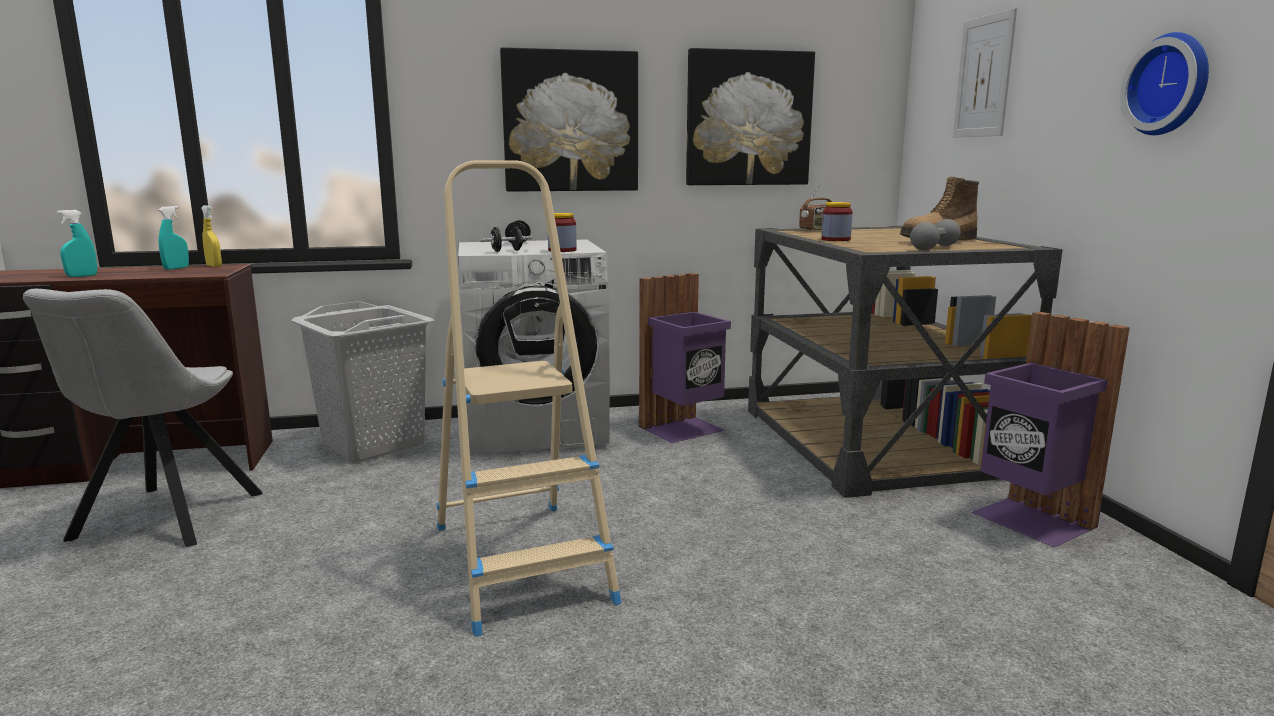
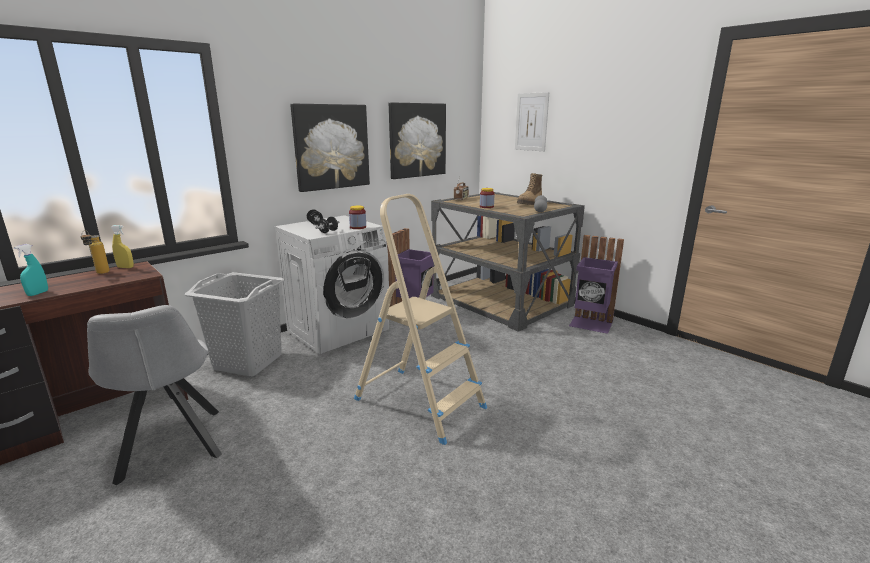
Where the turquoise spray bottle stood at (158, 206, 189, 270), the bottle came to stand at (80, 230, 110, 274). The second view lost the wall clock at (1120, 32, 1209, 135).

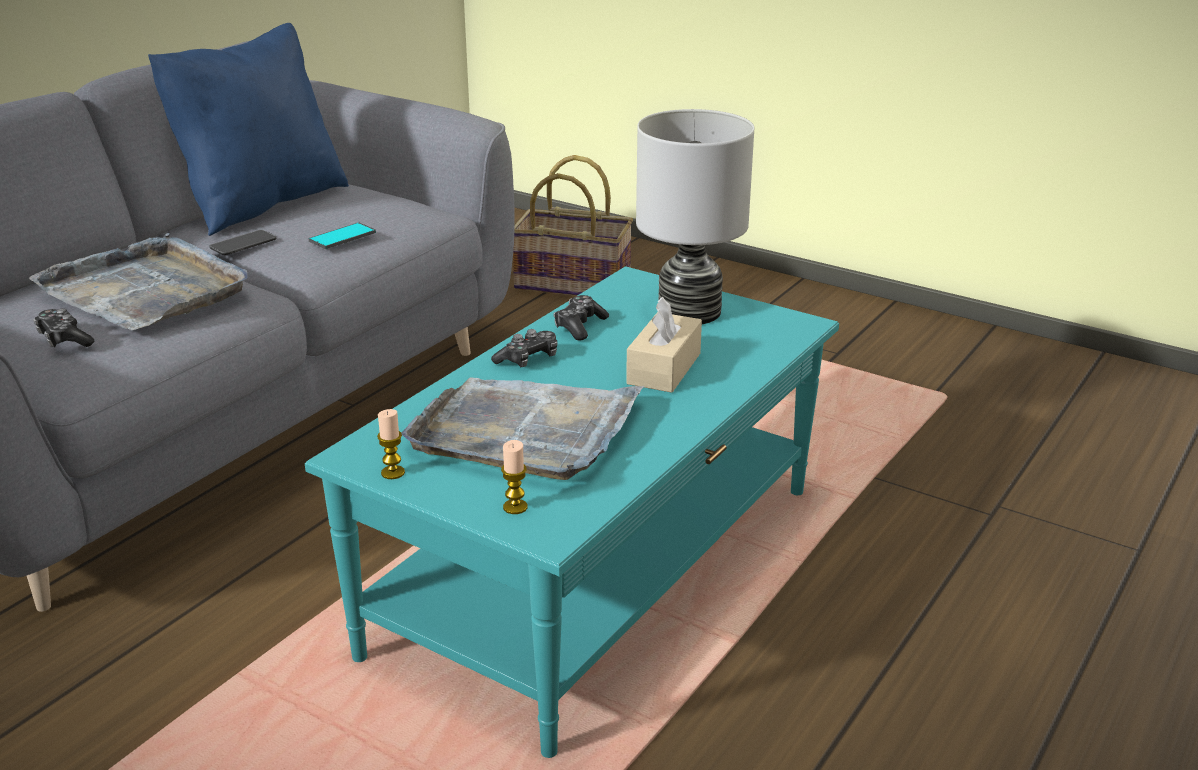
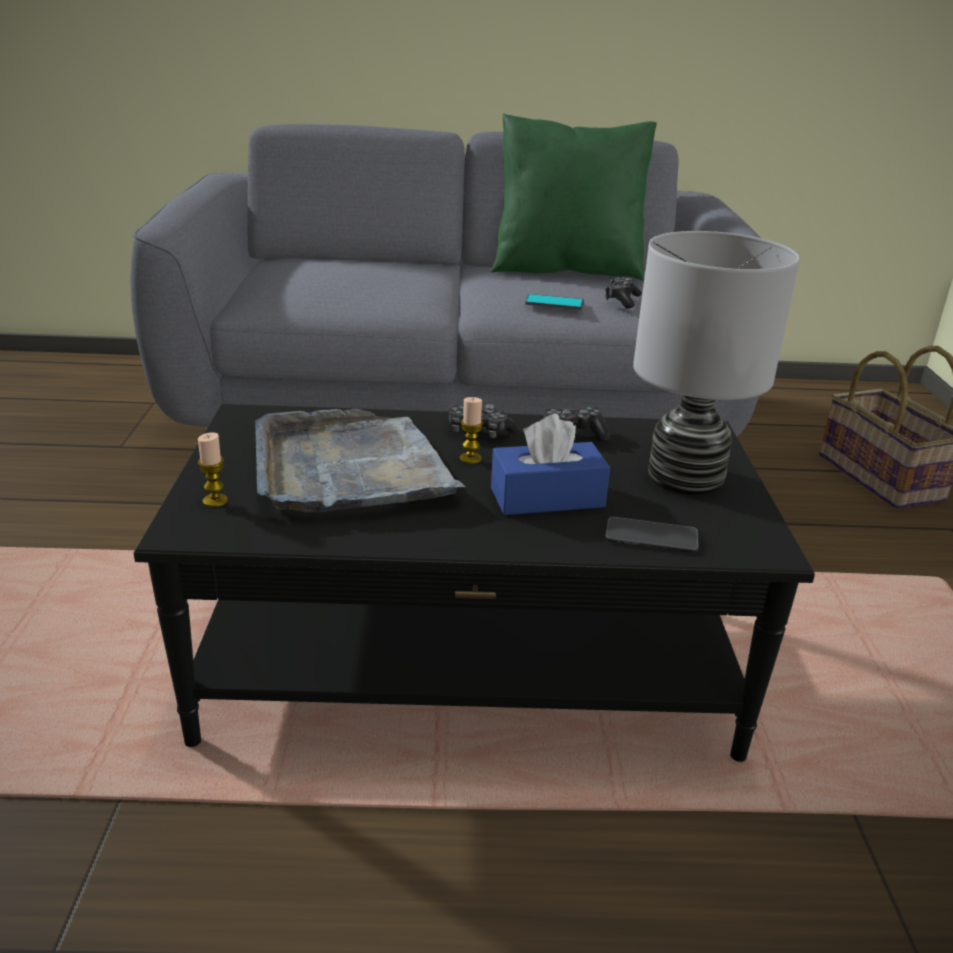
What was the turquoise coffee table at (305, 266, 839, 758) turned into the black coffee table at (134, 404, 815, 762). The candle ended up elsewhere, having gone from (377, 409, 405, 479) to (460, 397, 483, 464). What was the blue pillow at (148, 23, 349, 236) turned into the green pillow at (491, 113, 657, 281). What was the beige tissue box at (626, 297, 702, 393) turned into the blue tissue box at (491, 414, 610, 515). The game controller ended up elsewhere, having gone from (33, 308, 95, 348) to (605, 277, 642, 308). The phone ended up elsewhere, having gone from (209, 230, 276, 255) to (605, 517, 699, 553). The second view lost the grey tray at (29, 233, 247, 330).

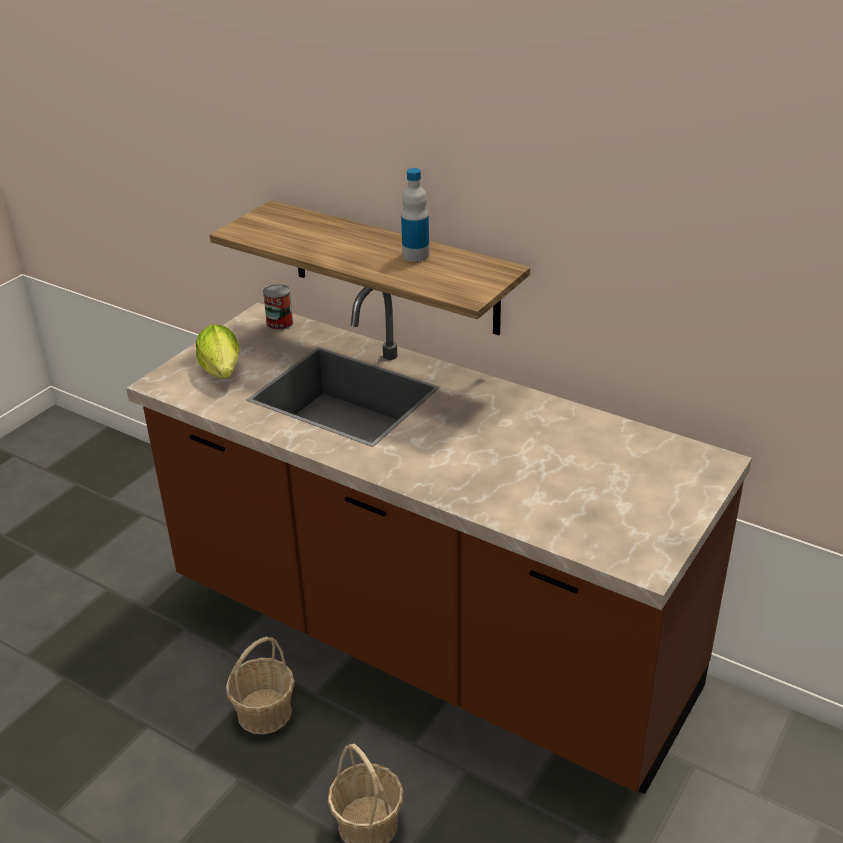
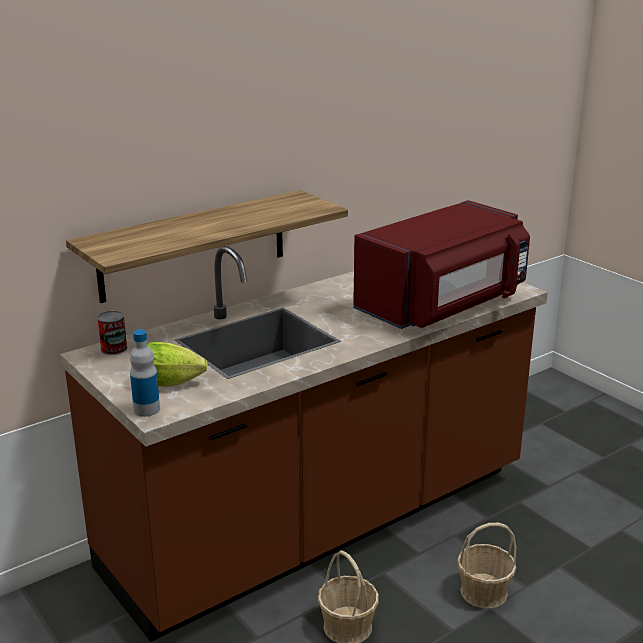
The bottle ended up elsewhere, having gone from (401, 168, 429, 262) to (130, 329, 160, 417). The second view gained the red microwave at (353, 200, 530, 329).

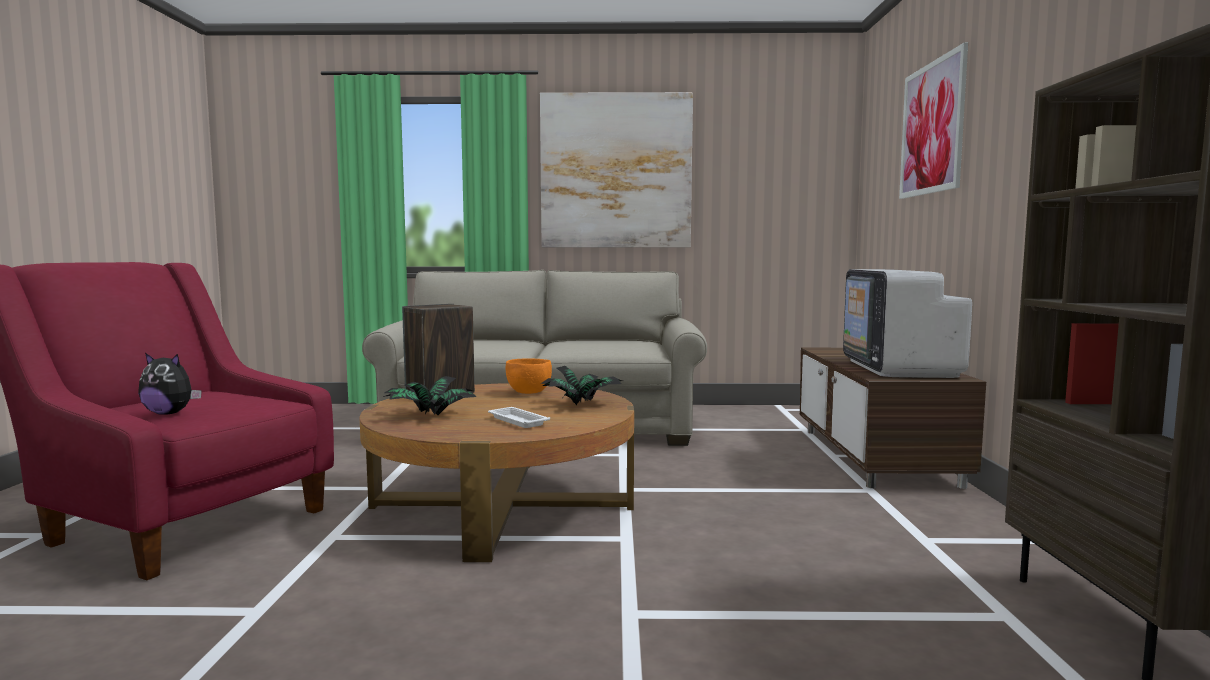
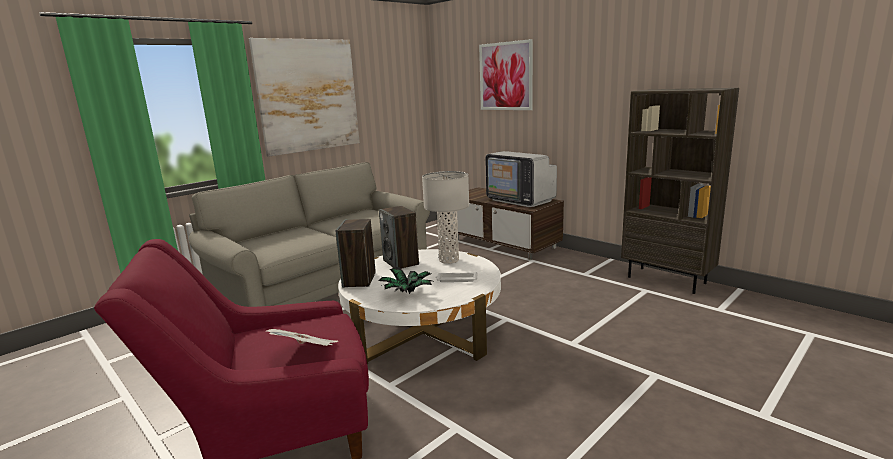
Where the plush toy stood at (138, 353, 202, 415), the newspaper came to stand at (266, 329, 338, 346). What was the brown coffee table at (360, 383, 634, 562) turned into the white coffee table at (338, 249, 501, 364). Where the orange bowl stood at (506, 358, 552, 394), the speaker came to stand at (379, 206, 419, 269). Where the potted plant stood at (540, 366, 623, 405), the white table lamp came to stand at (422, 171, 469, 264).

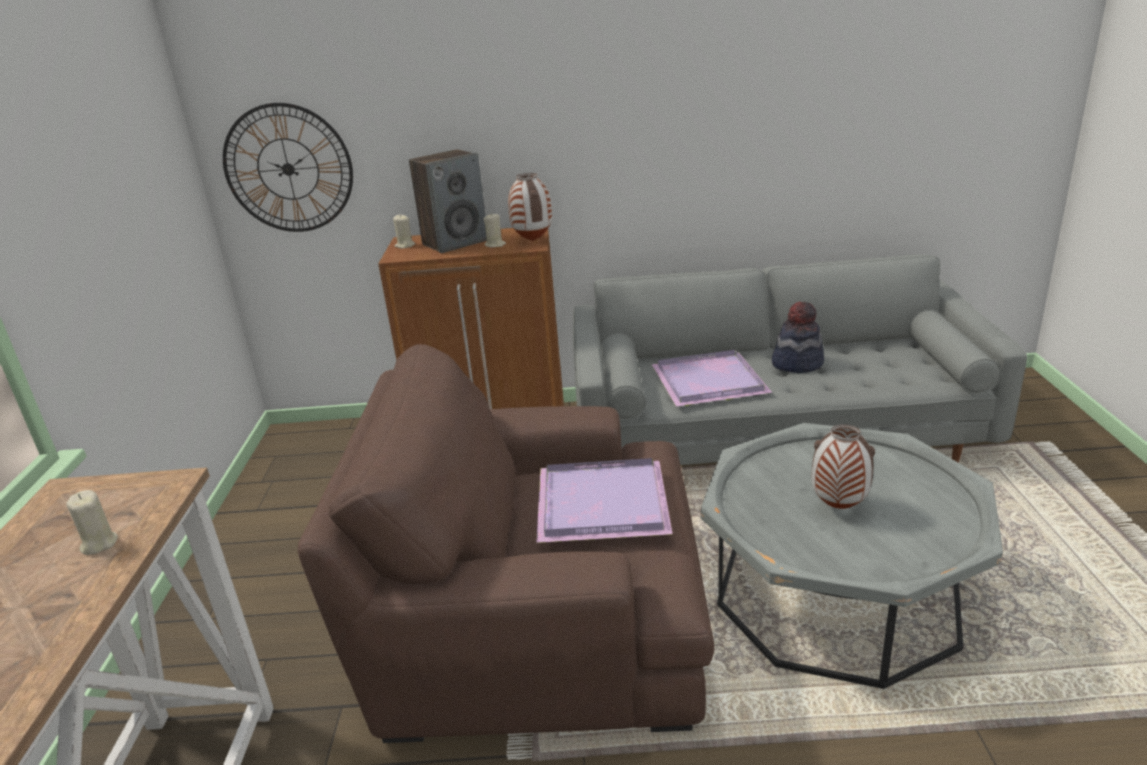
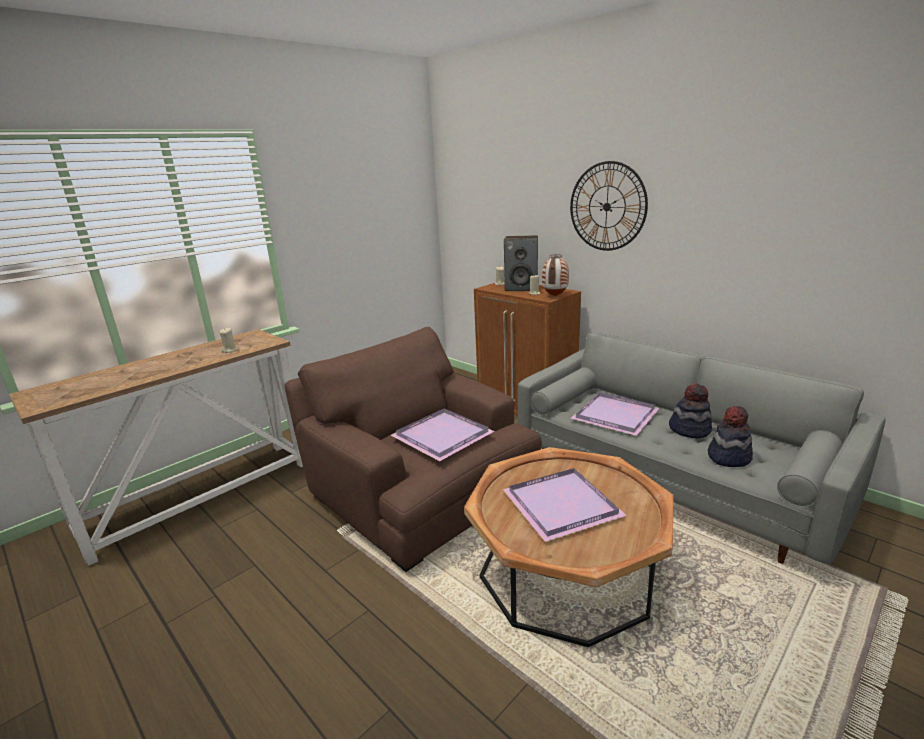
What was the grey coffee table at (701, 423, 1003, 689) turned into the brown coffee table at (464, 447, 673, 647). Where the vase stood at (812, 424, 875, 509), the purple tray came to stand at (503, 468, 627, 542). The wall clock ended up elsewhere, having gone from (223, 103, 353, 232) to (570, 161, 648, 251). The second view gained the hat at (708, 406, 753, 467).

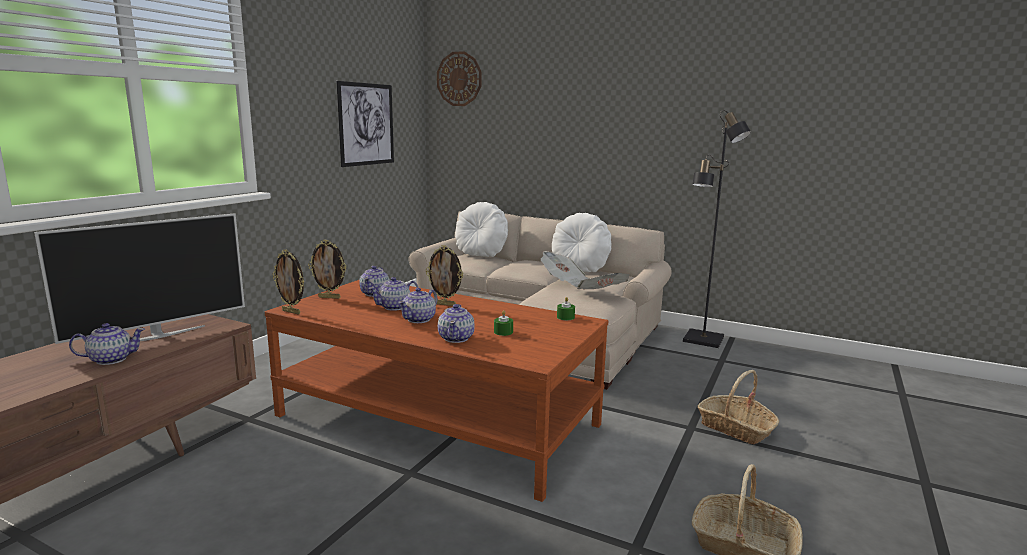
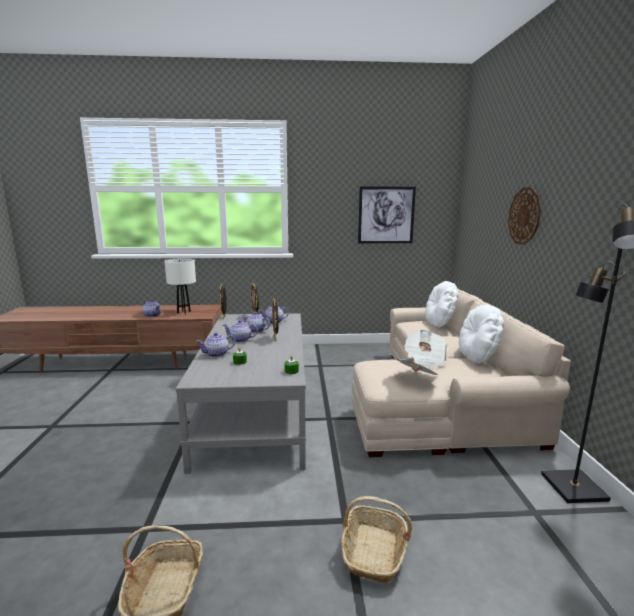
Where the television stood at (34, 213, 245, 344), the white table lamp came to stand at (164, 258, 196, 314). What was the brown coffee table at (265, 280, 608, 502) turned into the grey coffee table at (176, 313, 306, 474). The wall clock ended up elsewhere, having gone from (437, 51, 481, 106) to (508, 187, 541, 245).

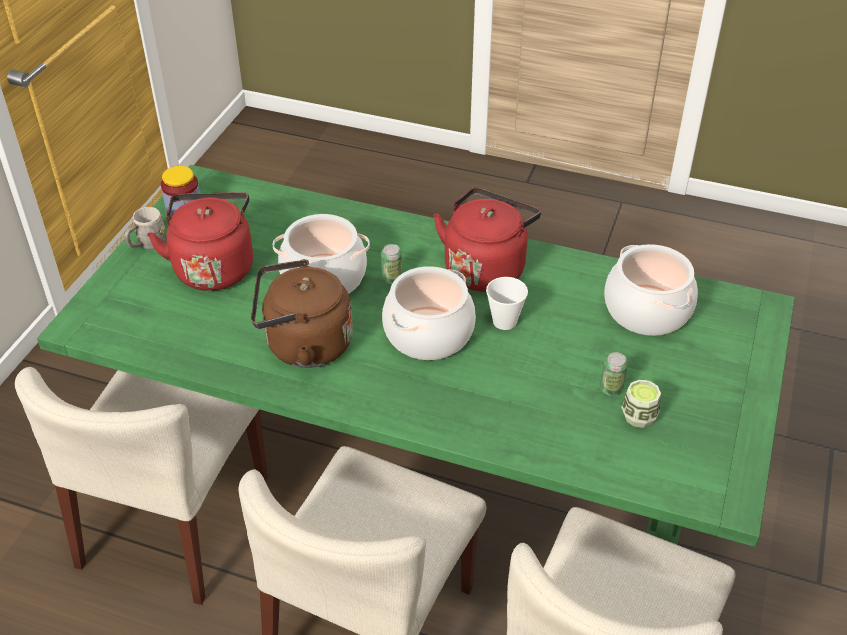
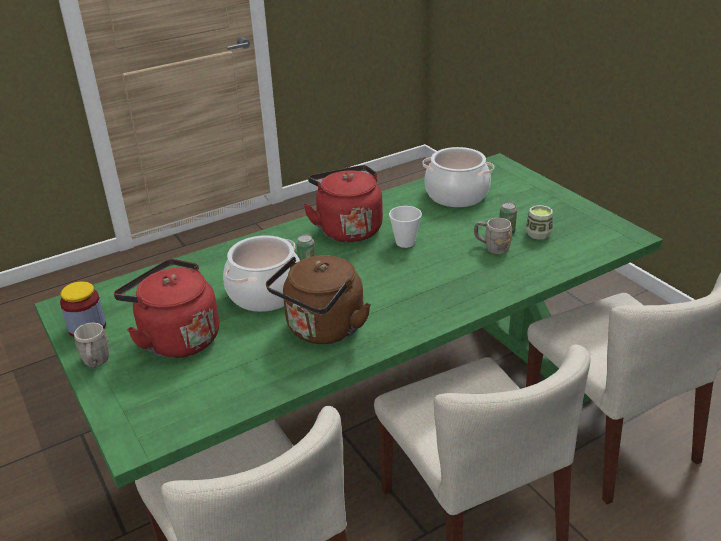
The second view gained the grey mug at (474, 218, 512, 254). The second view lost the cooking pot at (382, 266, 476, 360).

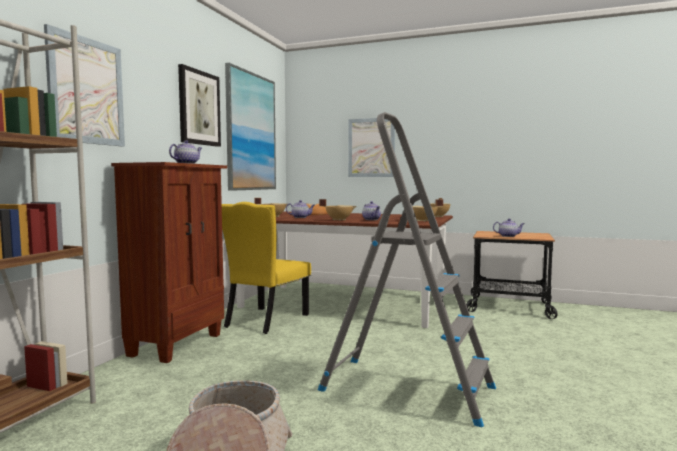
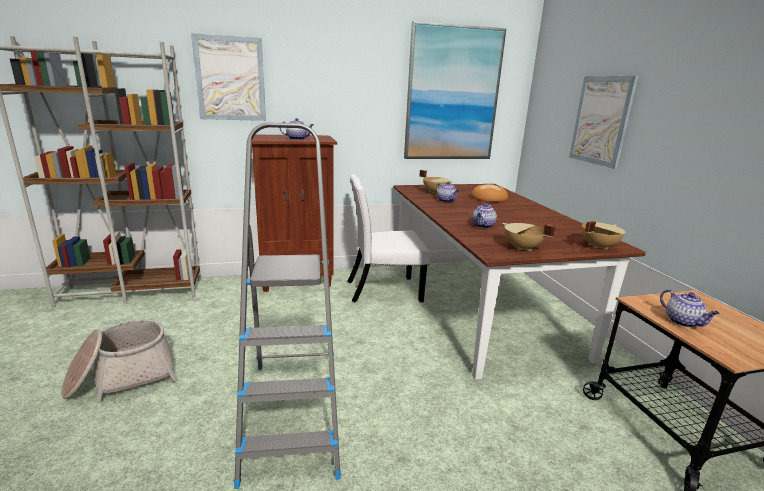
What was the yellow chair at (222, 202, 311, 334) turned into the white chair at (347, 174, 430, 302). The second view lost the picture at (178, 64, 221, 147). The second view lost the beige cooking pot at (319, 199, 356, 221).

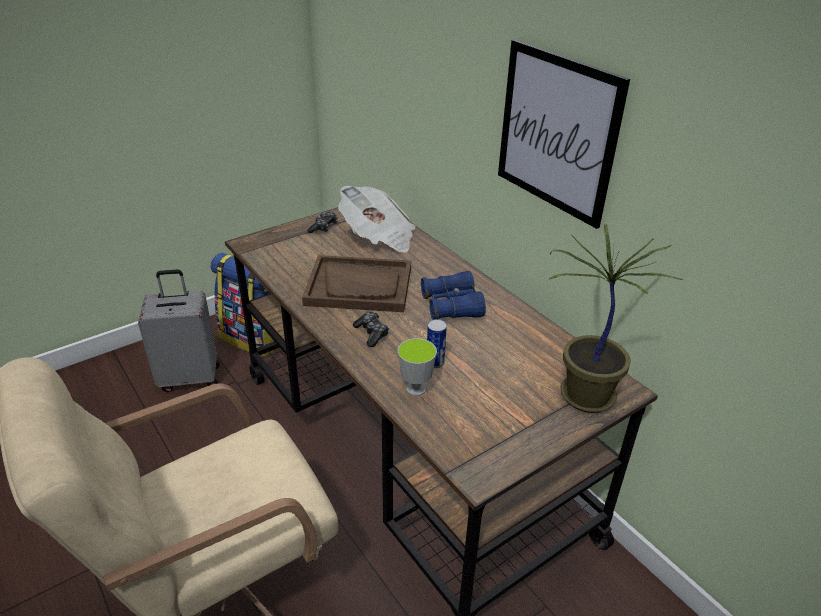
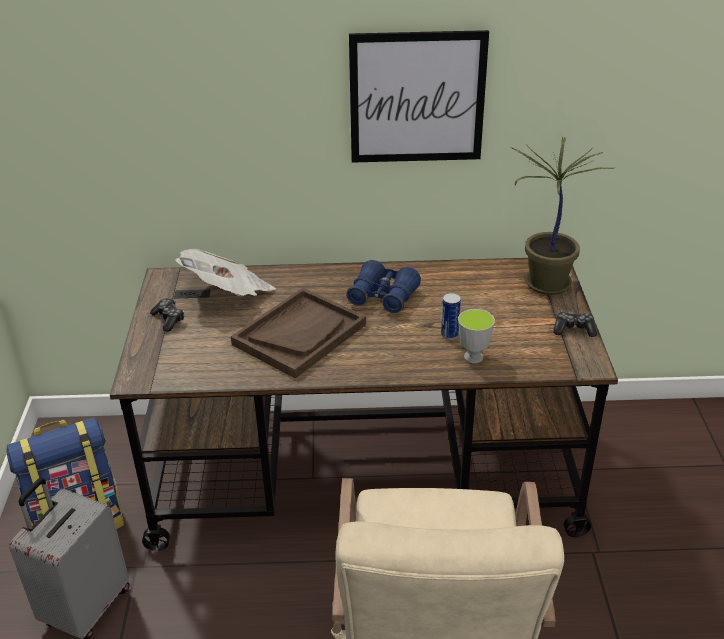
The game controller ended up elsewhere, having gone from (353, 312, 389, 347) to (553, 311, 597, 337).

